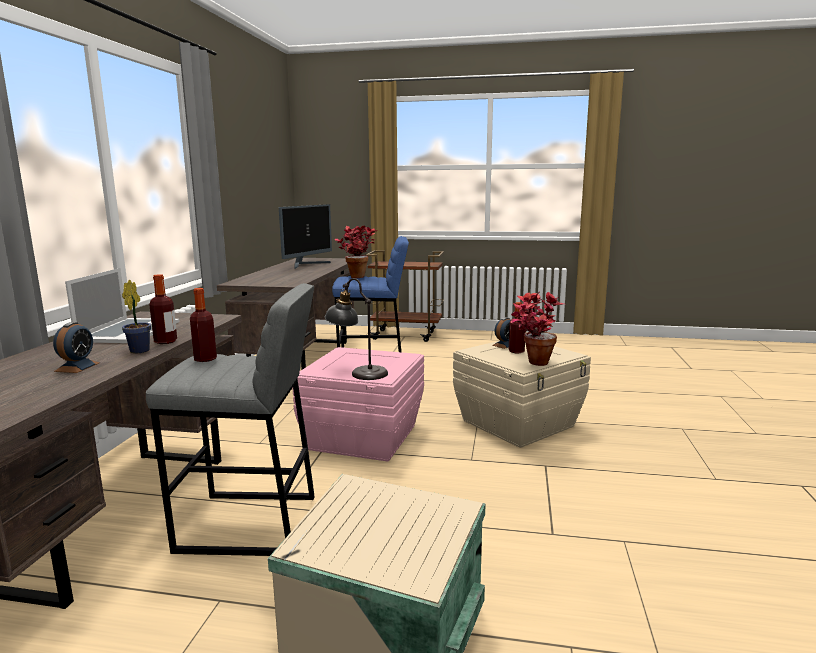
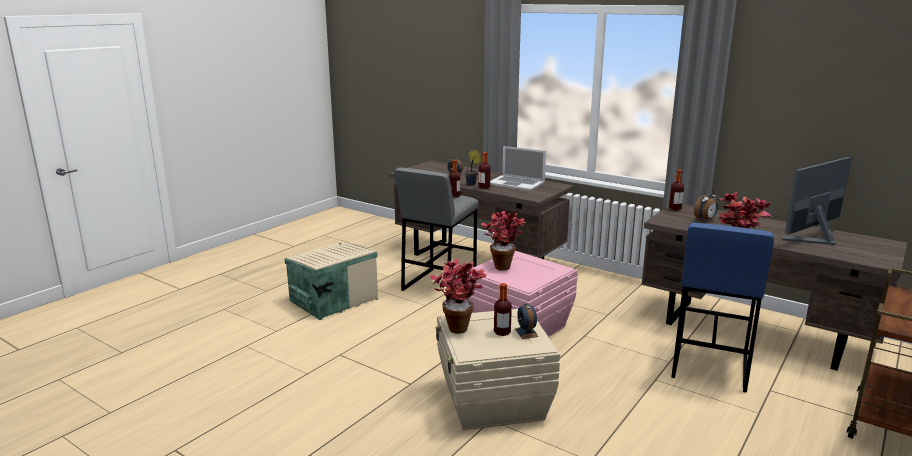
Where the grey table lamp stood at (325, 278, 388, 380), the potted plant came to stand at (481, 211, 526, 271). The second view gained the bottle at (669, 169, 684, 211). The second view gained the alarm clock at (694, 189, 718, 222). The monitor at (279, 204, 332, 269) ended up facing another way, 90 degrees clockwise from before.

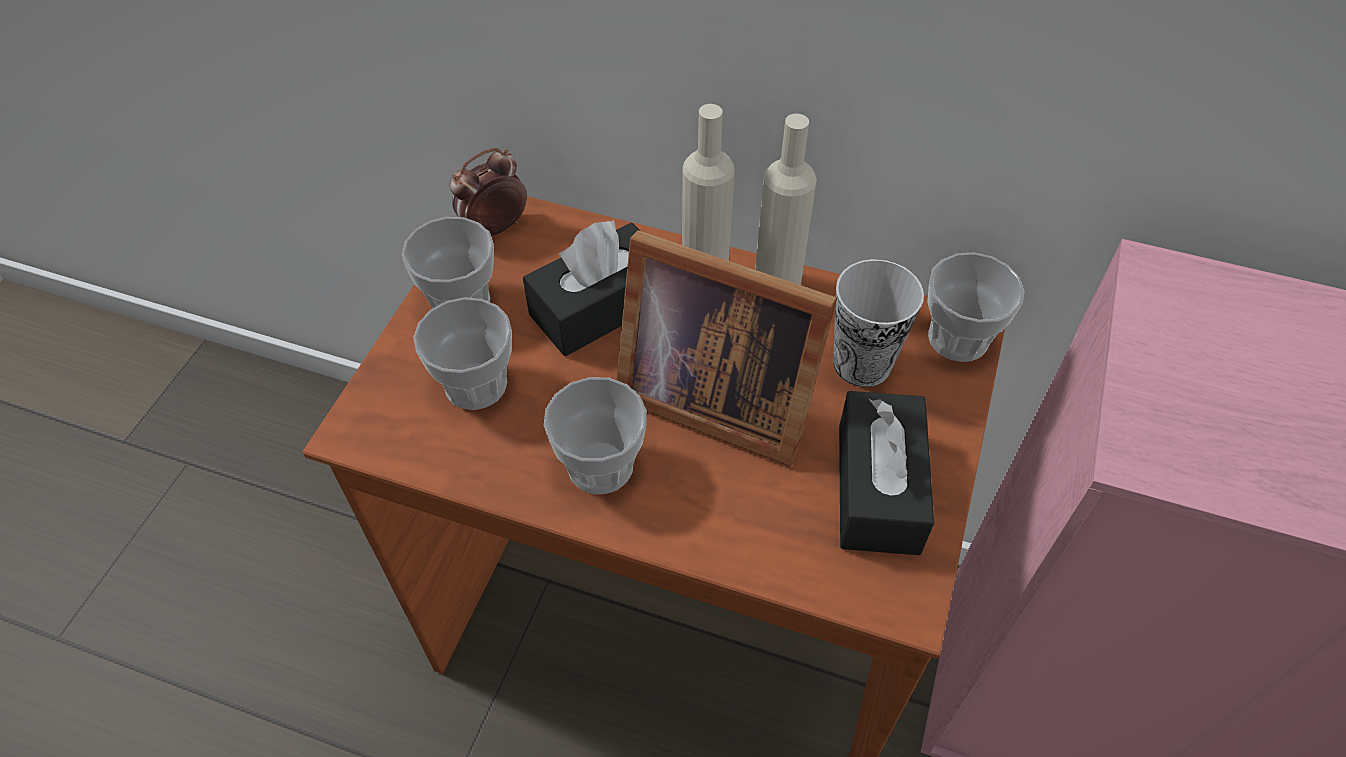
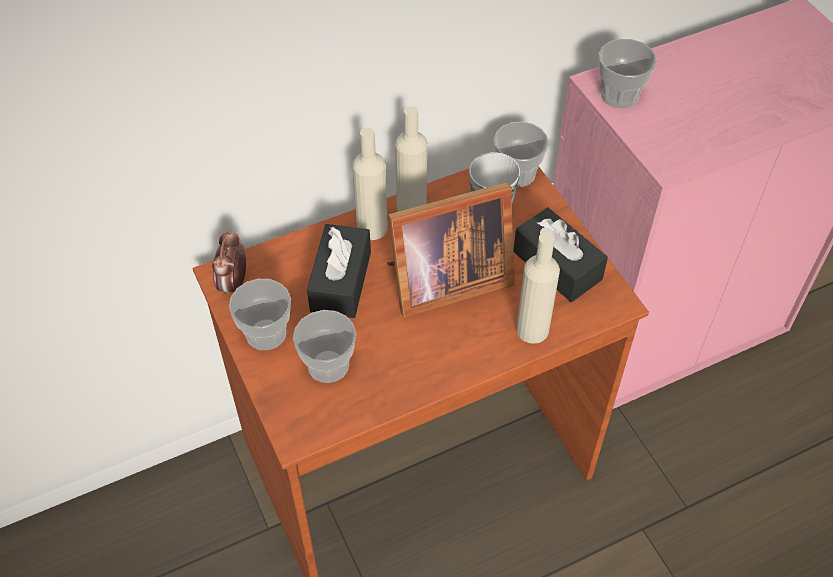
The second view gained the beige bottle at (516, 232, 560, 344). The cup ended up elsewhere, having gone from (544, 377, 647, 494) to (599, 39, 657, 108).

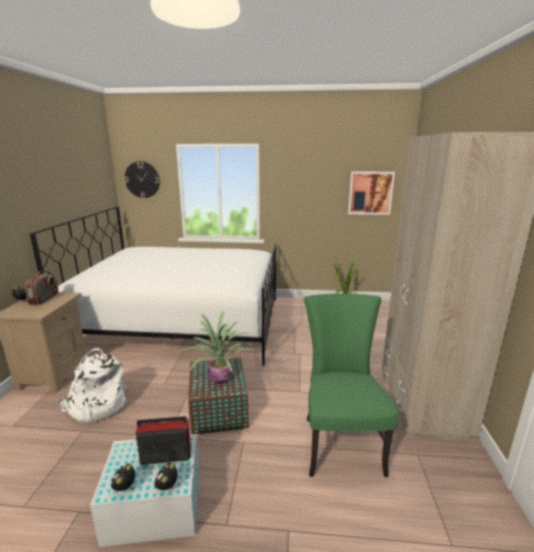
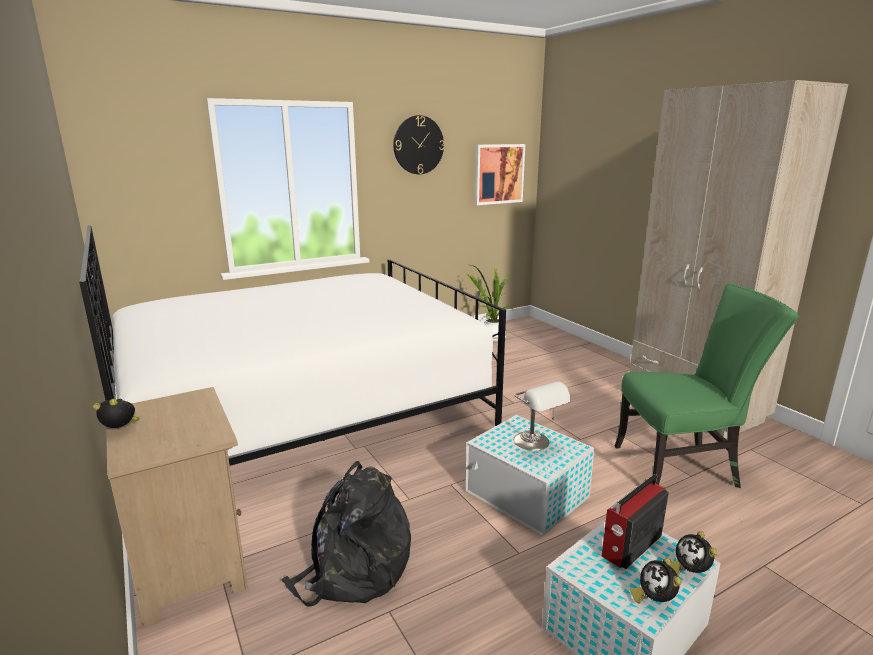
What was the white backpack at (59, 348, 127, 423) turned into the black backpack at (281, 461, 411, 607). The wall clock ended up elsewhere, having gone from (124, 161, 160, 198) to (393, 115, 445, 174). What was the brown storage box at (188, 358, 249, 434) turned into the white storage box at (466, 415, 595, 535). Where the potted plant stood at (180, 311, 256, 384), the white table lamp came to stand at (514, 381, 571, 451). The green chair at (304, 294, 399, 477) ended up facing another way, 120 degrees clockwise from before. The second view lost the radio at (25, 270, 58, 304).

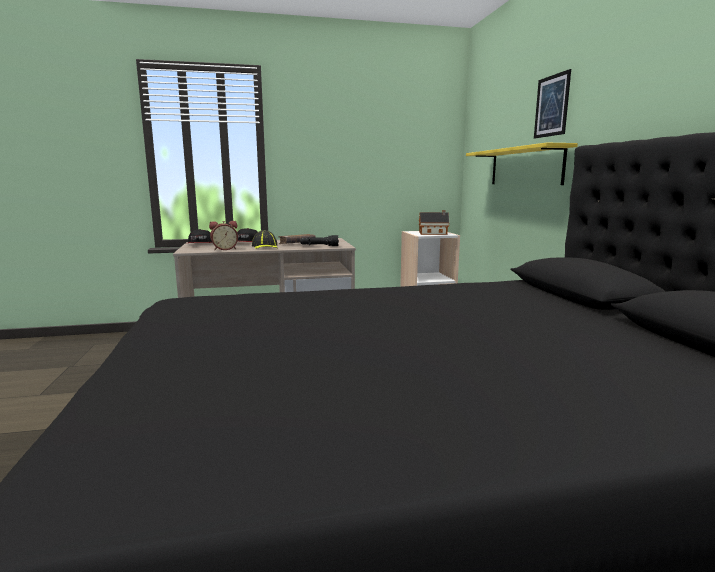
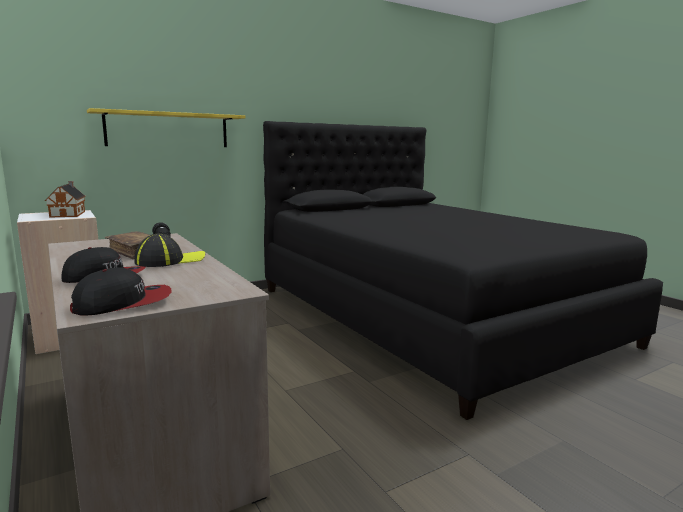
The second view lost the alarm clock at (209, 221, 238, 250). The second view lost the picture at (534, 69, 571, 139).

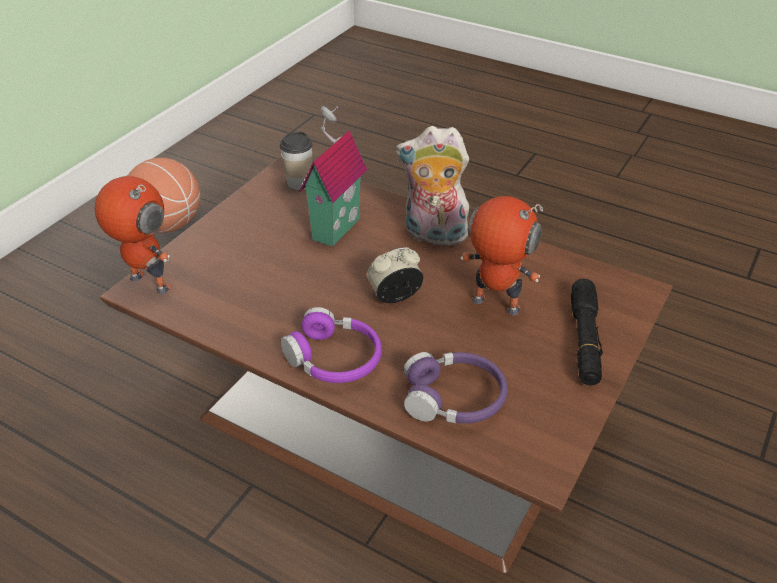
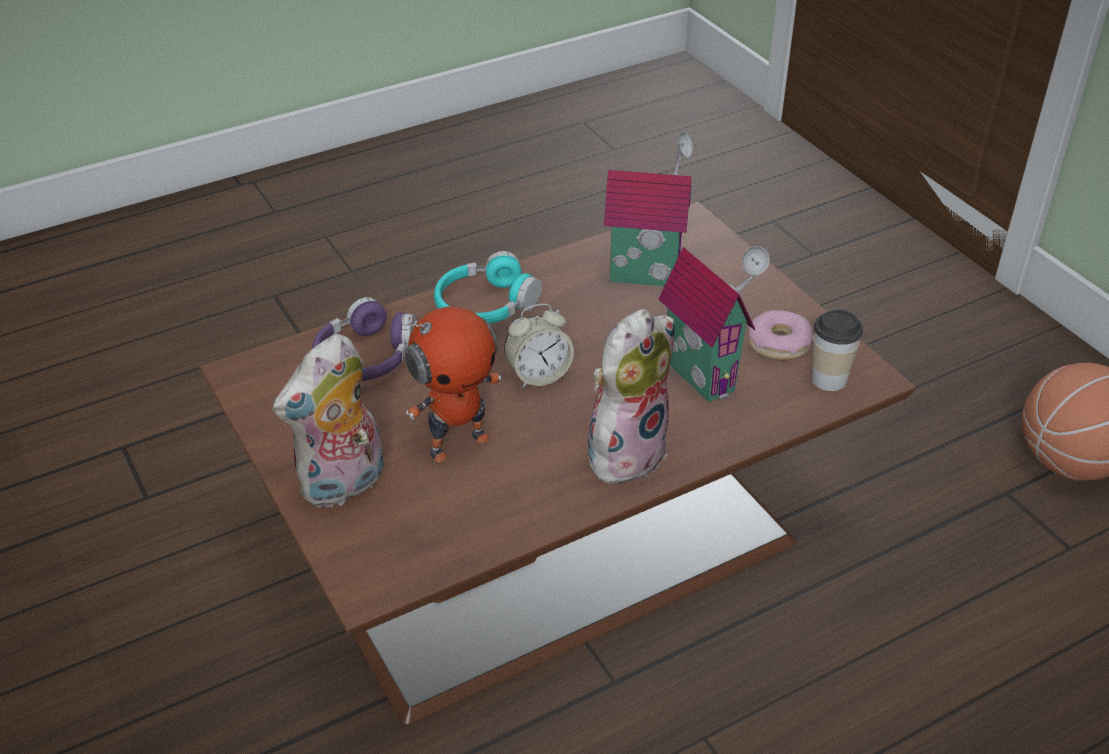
Where the black flashlight stood at (571, 279, 603, 386), the plush toy came to stand at (273, 334, 384, 508). What was the purple headphones at (281, 307, 382, 383) turned into the turquoise headphones at (434, 251, 542, 324). The alarm clock at (367, 247, 424, 303) ended up facing another way, 60 degrees clockwise from before. The second view gained the toy house at (604, 132, 697, 286). The second view gained the donut at (748, 310, 813, 360). The second view lost the toy robot at (95, 176, 171, 294).

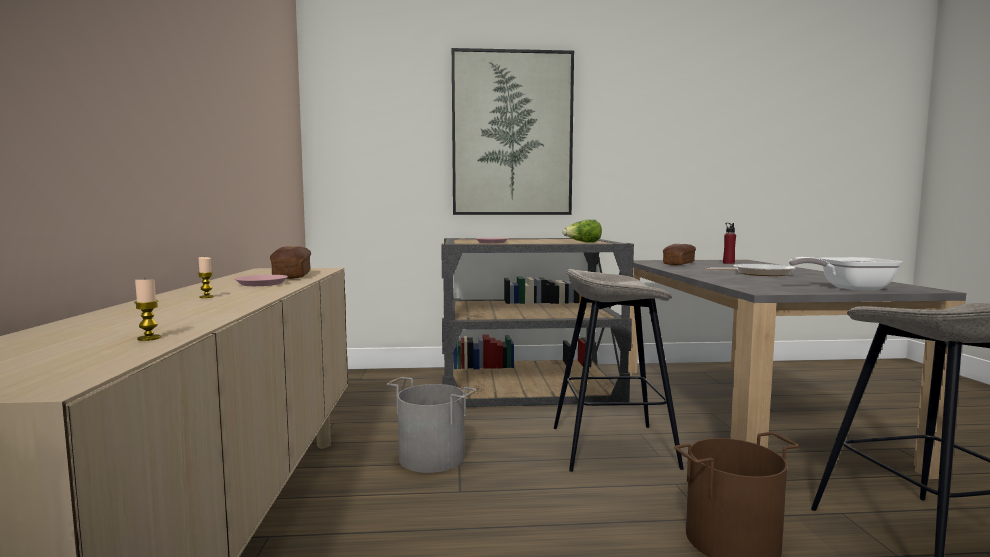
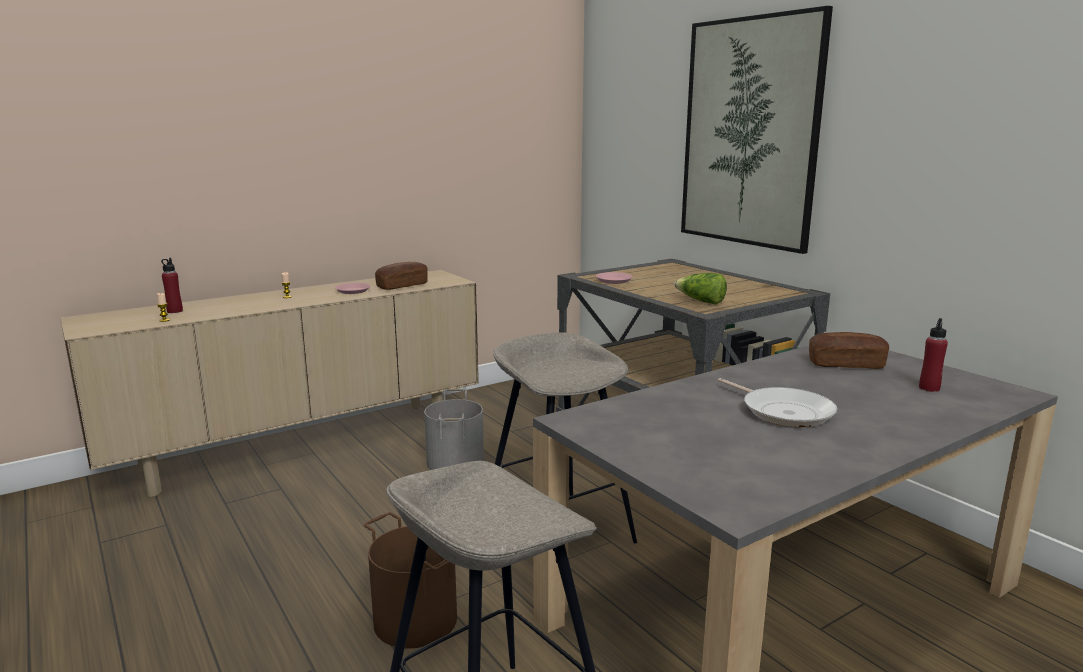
The second view gained the red bottle at (161, 258, 183, 313). The second view lost the frying pan at (789, 257, 903, 290).

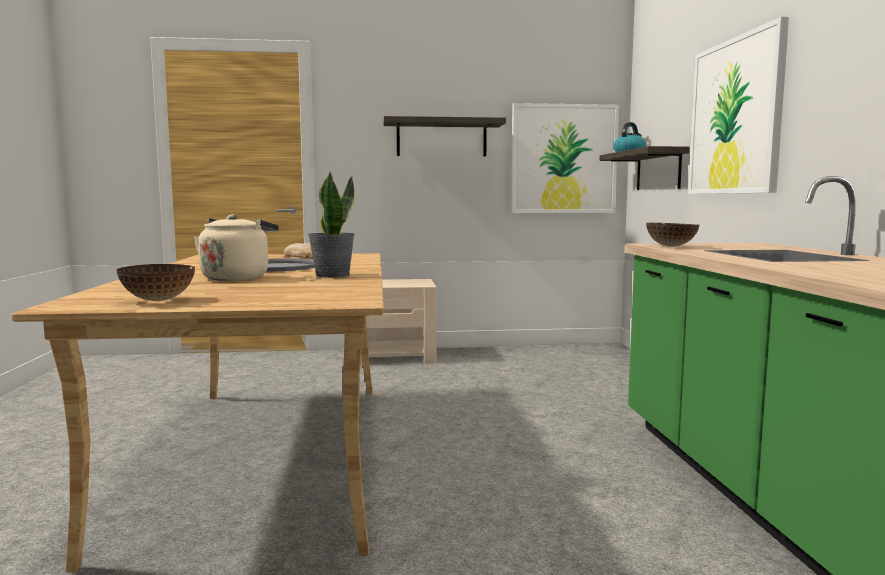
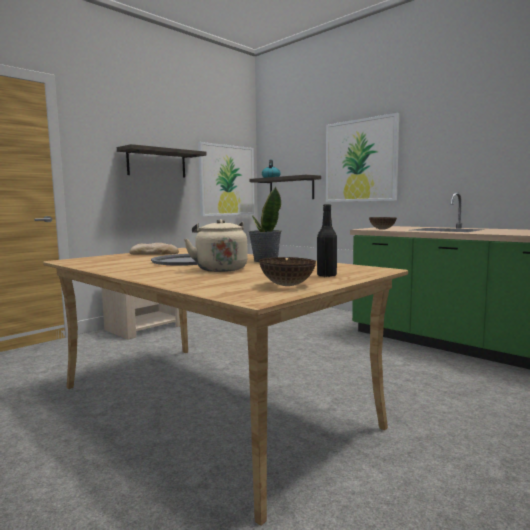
The second view gained the black bottle at (317, 204, 337, 277).

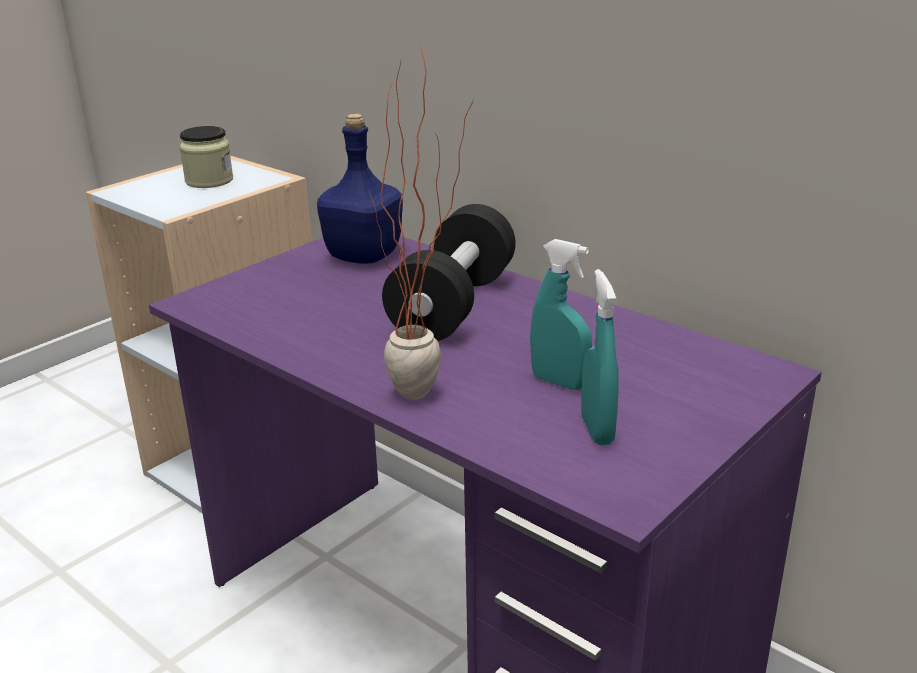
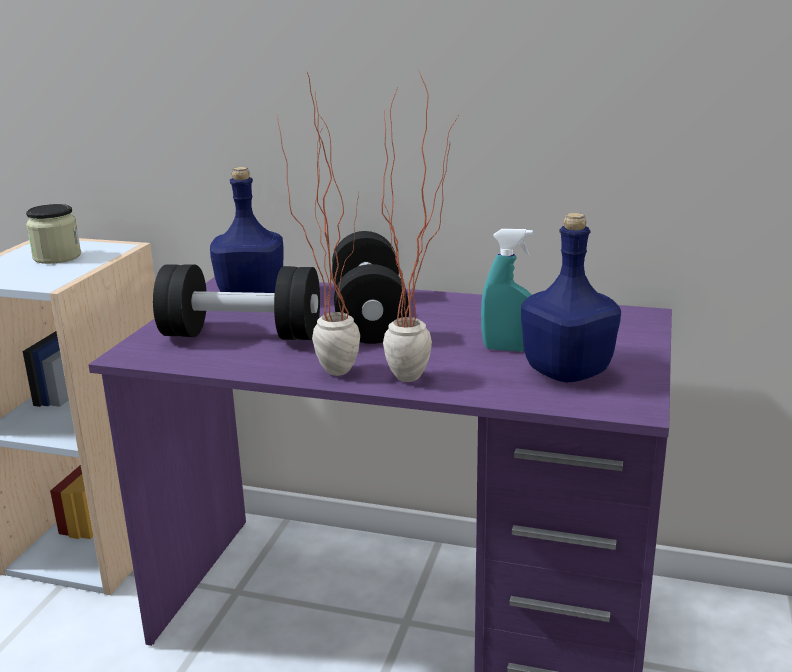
The second view gained the black dumbbell at (153, 264, 320, 340). The second view gained the potted plant at (278, 72, 360, 376). Where the turquoise spray bottle stood at (581, 269, 619, 445), the blue bottle came to stand at (521, 213, 621, 382).

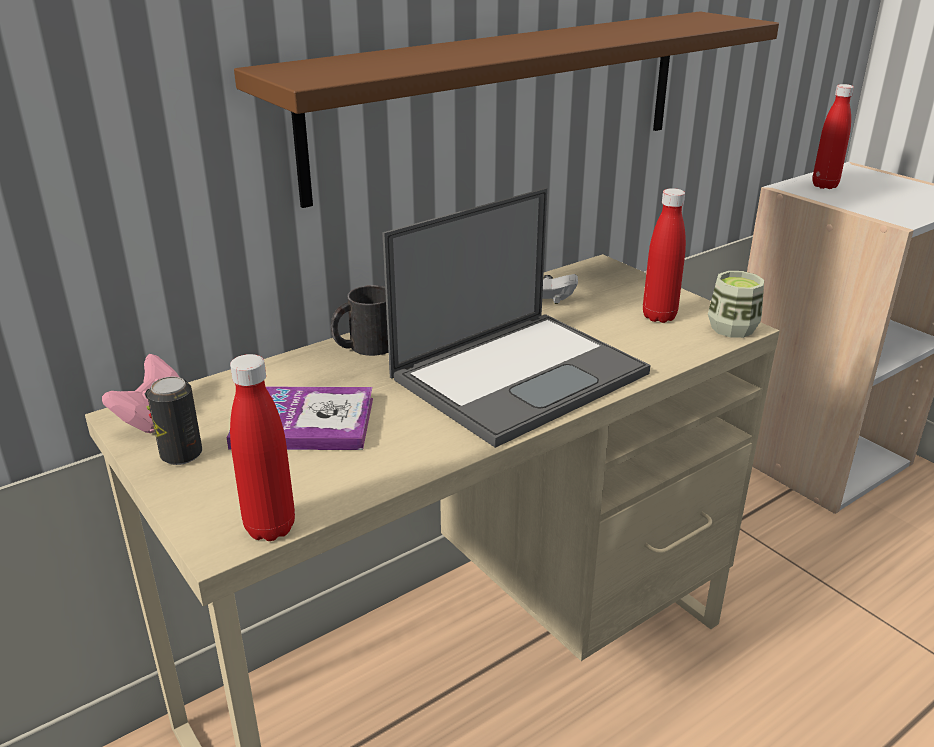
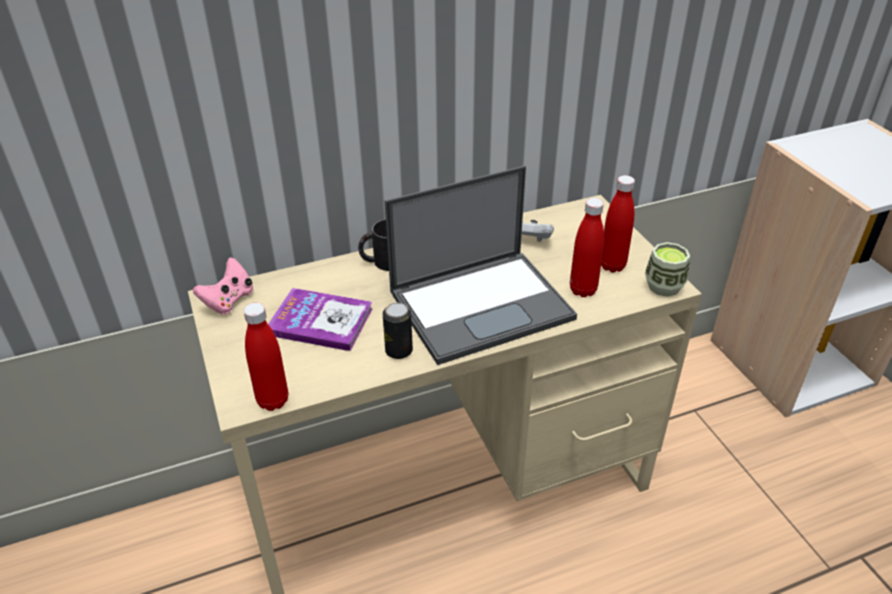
The can ended up elsewhere, having gone from (147, 377, 202, 465) to (382, 303, 413, 359). The red bottle ended up elsewhere, having gone from (812, 84, 854, 189) to (570, 198, 604, 297). The second view lost the brown shelf at (234, 11, 779, 208).

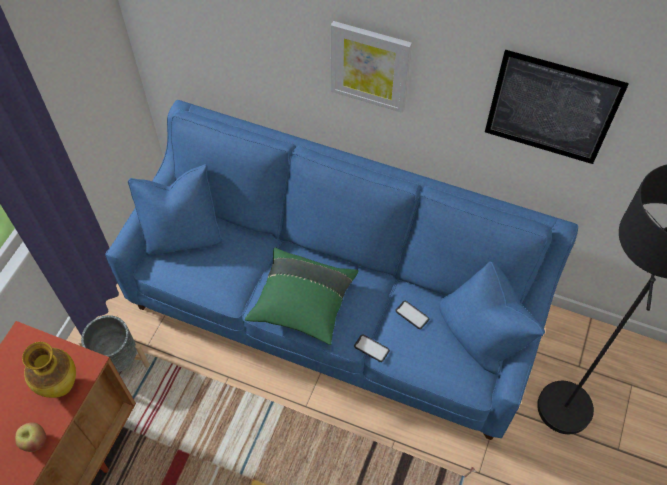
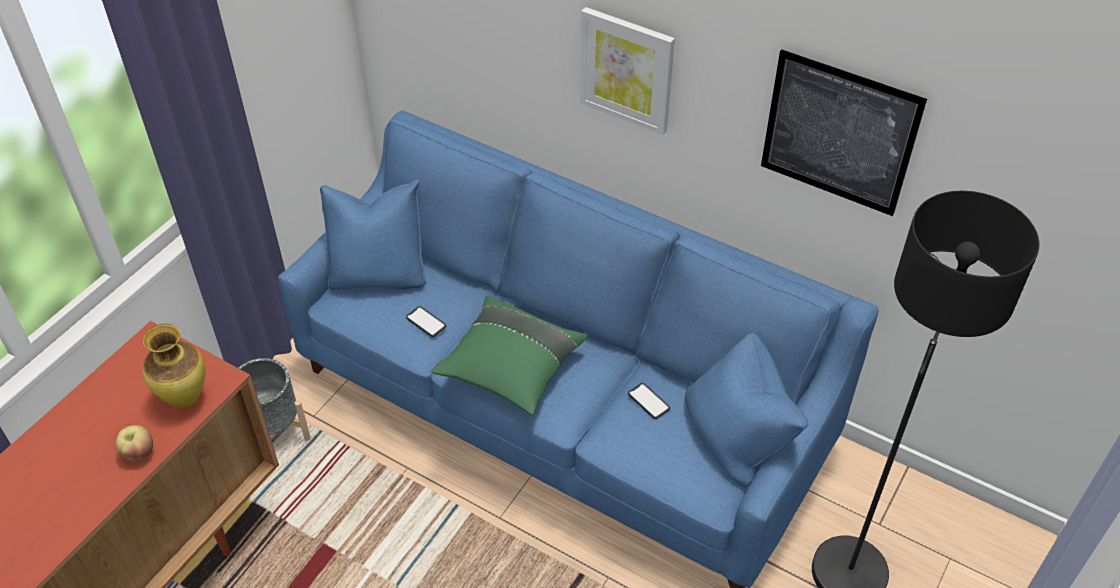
The phone ended up elsewhere, having gone from (354, 334, 390, 362) to (406, 306, 446, 337).

